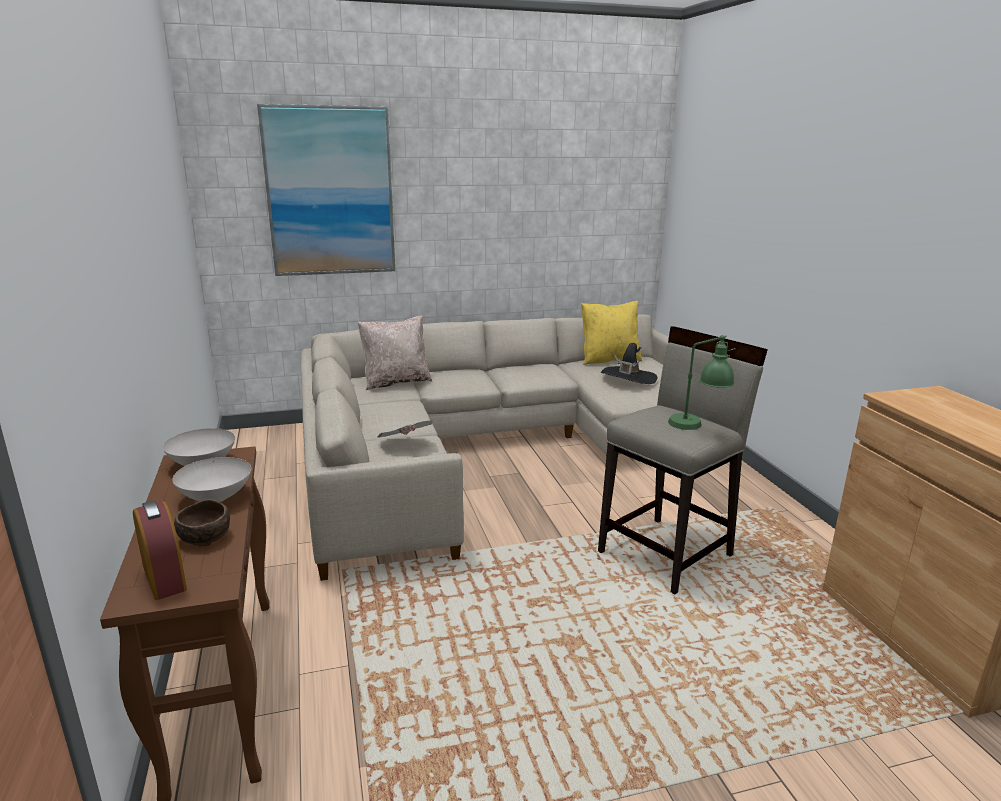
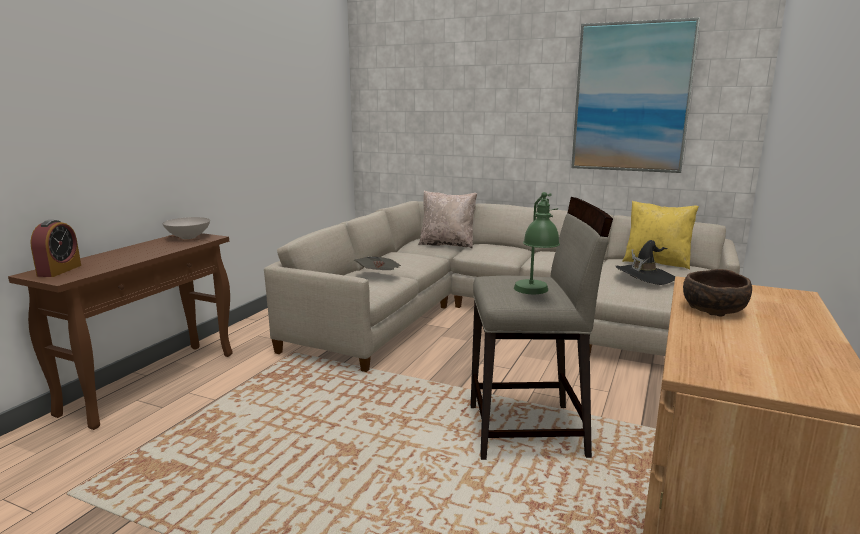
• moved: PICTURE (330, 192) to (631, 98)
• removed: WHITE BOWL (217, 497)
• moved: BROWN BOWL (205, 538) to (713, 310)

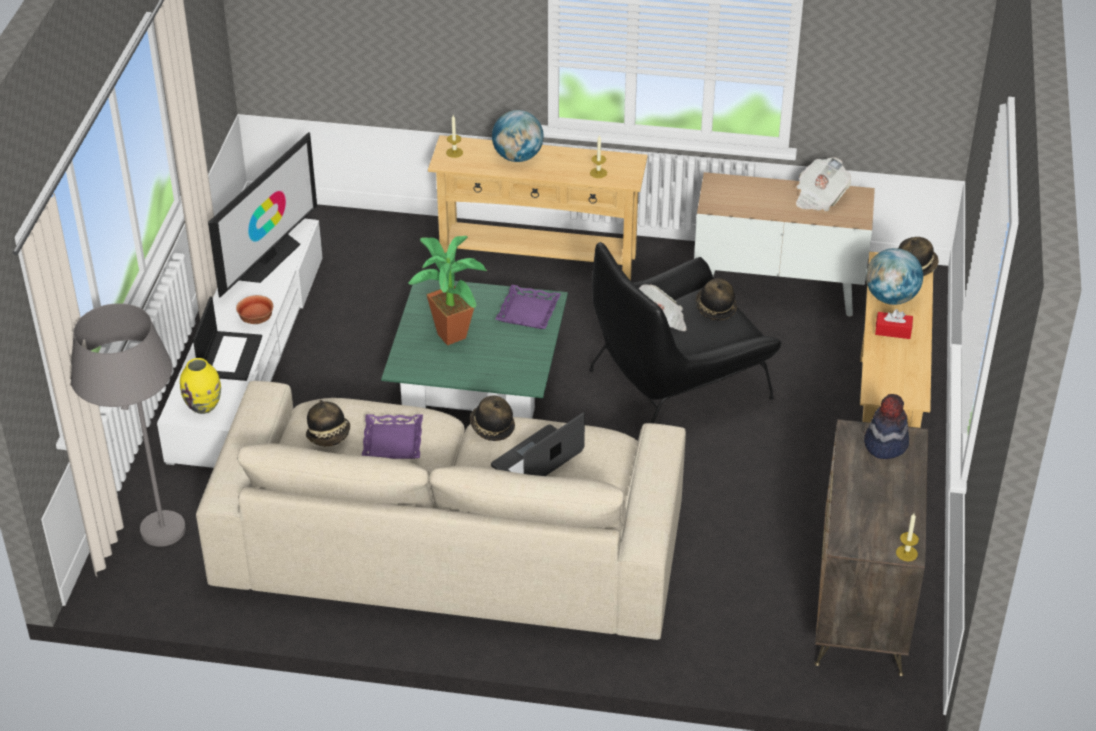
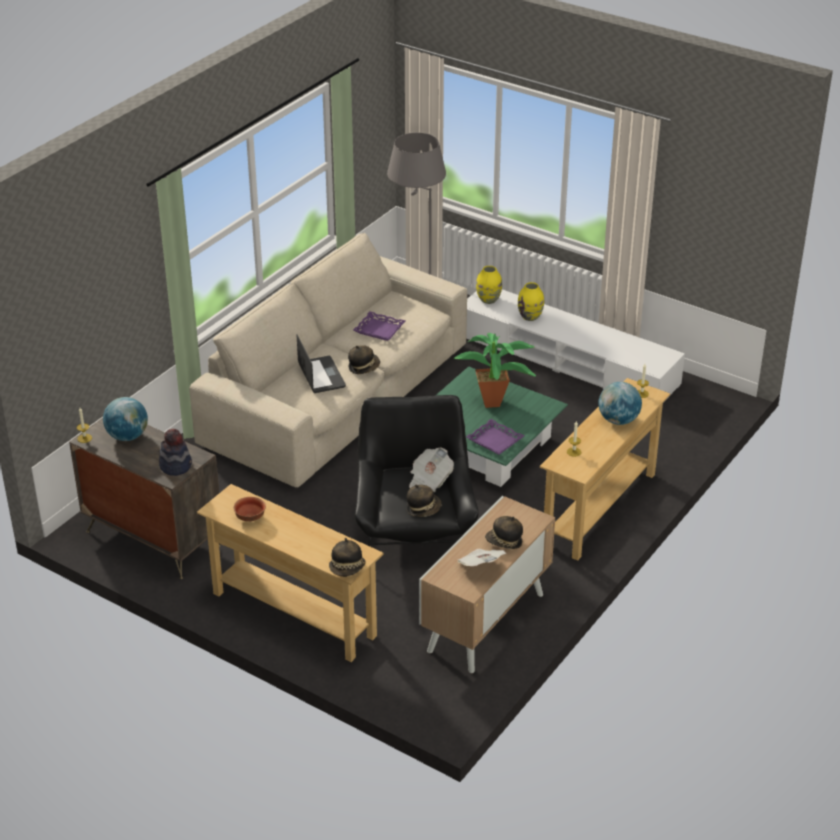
• removed: TELEVISION (268, 258)
• moved: GLOBE (891, 298) to (127, 436)
• moved: BOWL (255, 320) to (250, 517)
• replaced: LAPTOP (230, 356) to YELLOW VASE (530, 317)
• removed: RED TISSUE BOX (893, 331)
• moved: HAT (329, 435) to (504, 542)

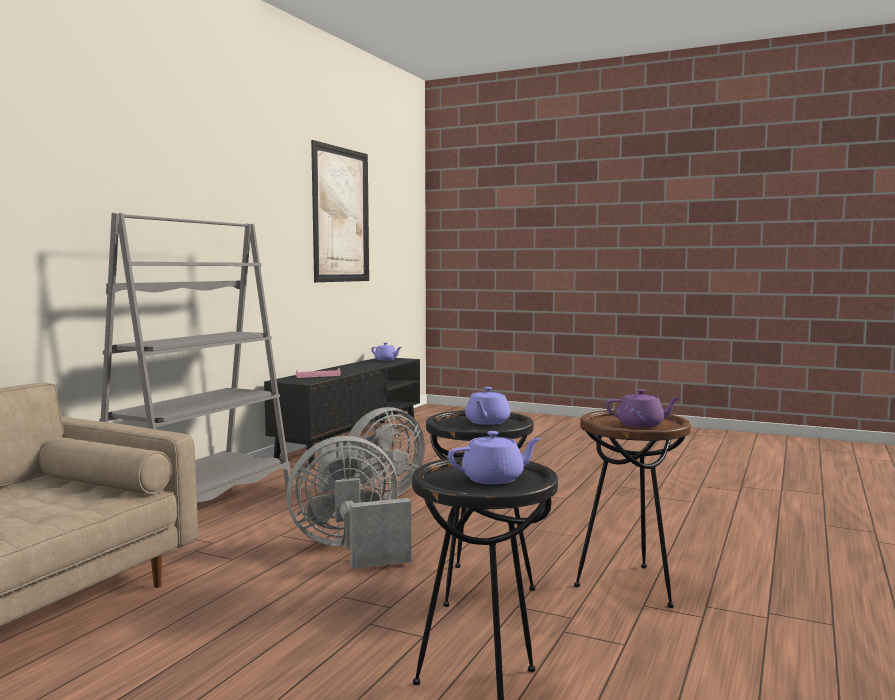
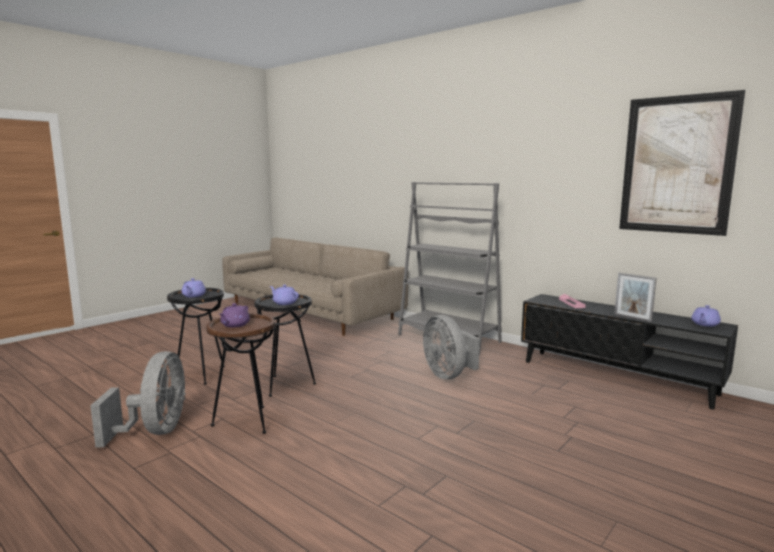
• moved: GREY FAN (351, 549) to (155, 431)
• added: PICTURE FRAME (632, 318)

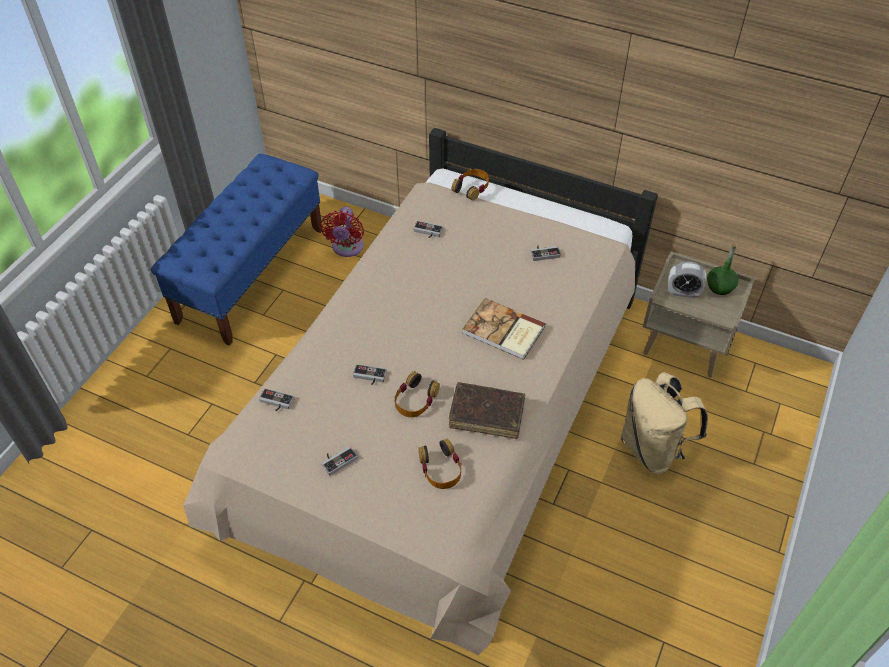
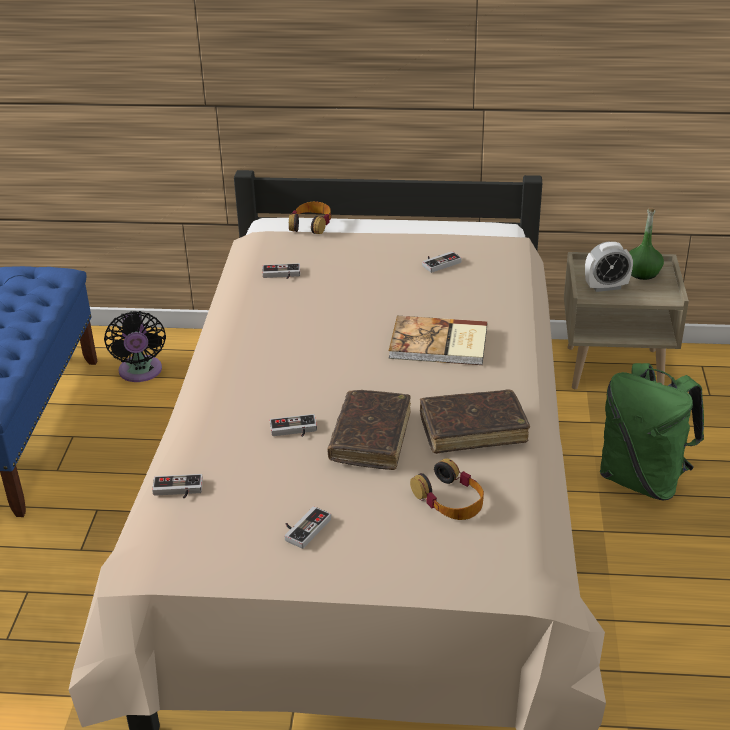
• recoloured: RED FAN (347, 248) to BLACK FAN (140, 372)
• replaced: HEADPHONES (415, 399) to BROWN BOOK (370, 438)
• recoloured: BEIGE BACKPACK (653, 449) to GREEN BACKPACK (643, 479)

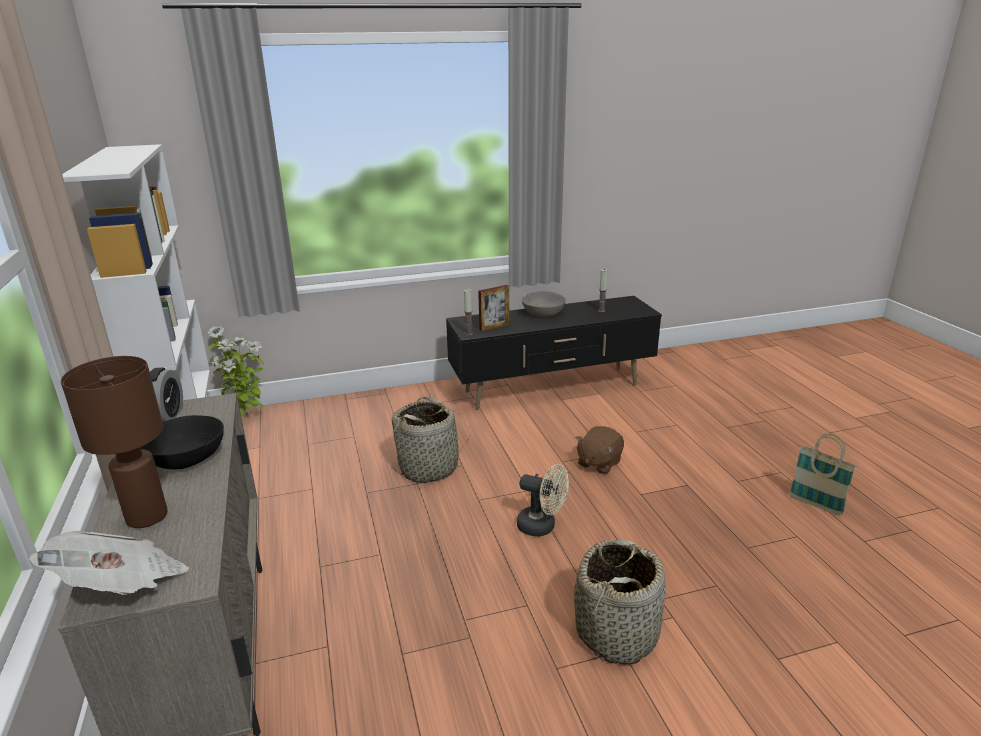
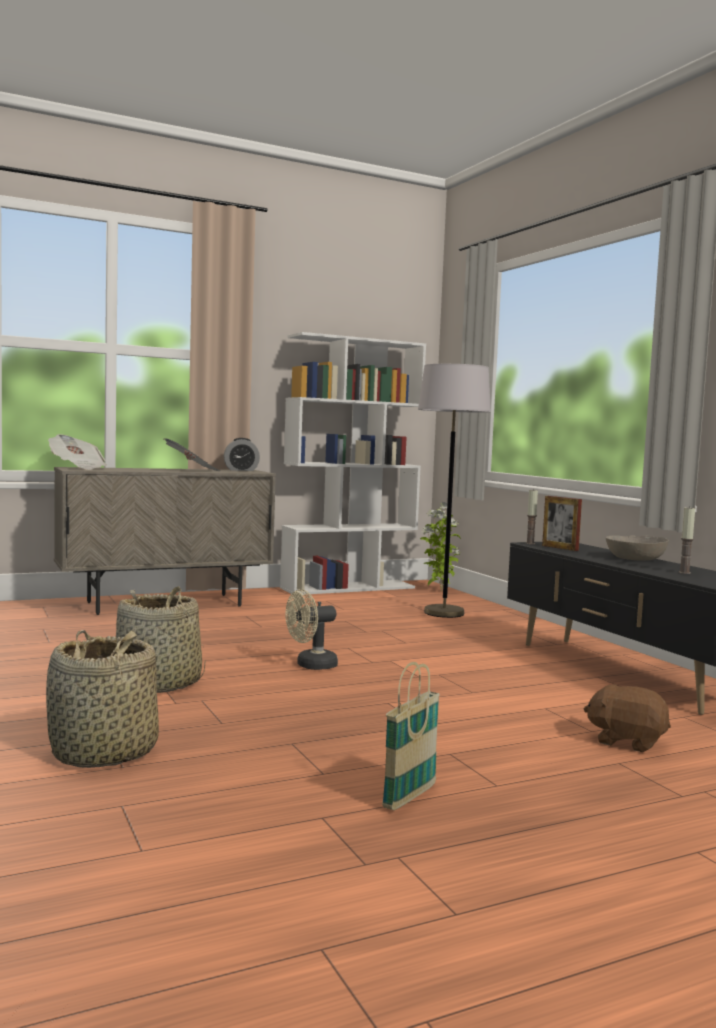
• removed: BROWN TABLE LAMP (148, 517)
• moved: BASKET (429, 468) to (104, 753)
• replaced: BLACK BOWL (186, 456) to NEWSPAPER (192, 470)
• moved: BROWN PLUSH TOY (598, 463) to (626, 741)
• turned: BEIGE FAN (542, 526) = (310, 666) 45 degrees clockwise
• added: GREY FLOOR LAMP (444, 613)

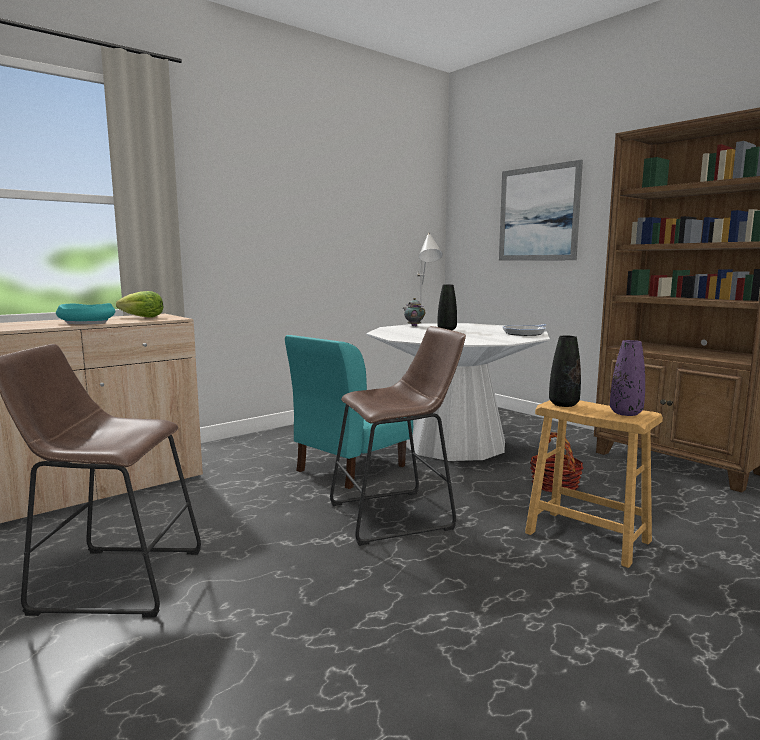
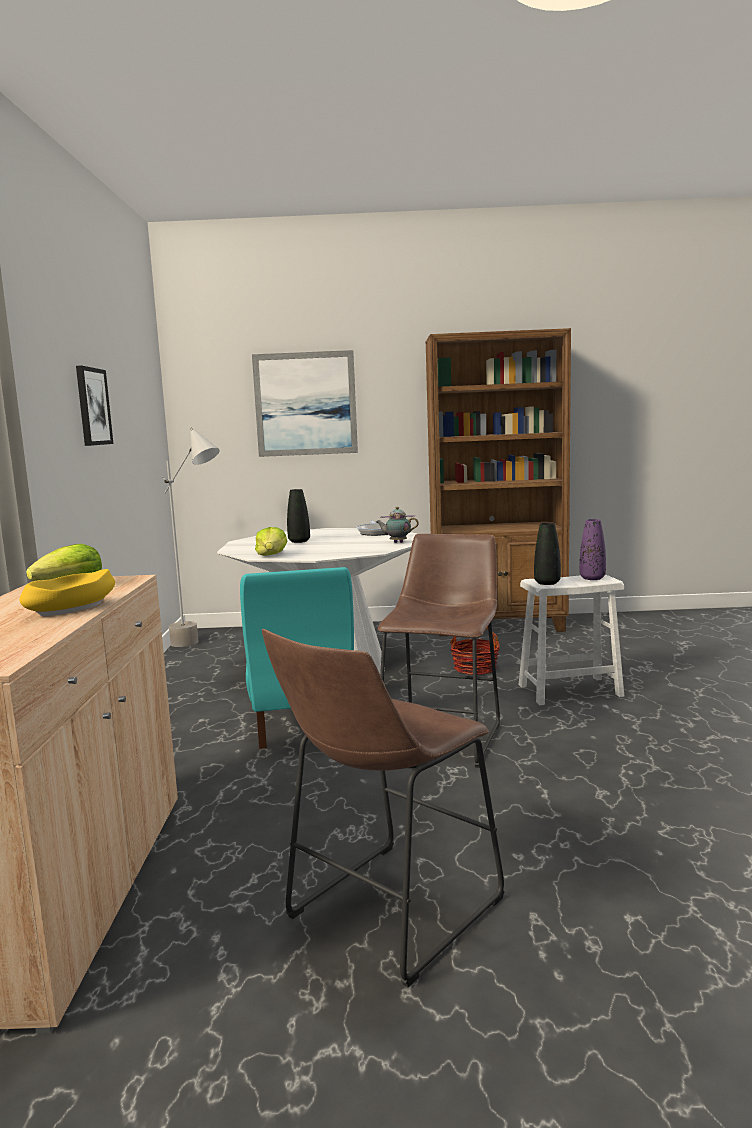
• moved: TEAPOT (413, 326) to (397, 542)
• recoloured: TURQUOISE BOWL (87, 323) to YELLOW BOWL (71, 608)
• recoloured: BROWN STOOL (587, 537) to WHITE STOOL (570, 691)
• added: PICTURE (92, 406)
• added: LETTUCE (271, 555)

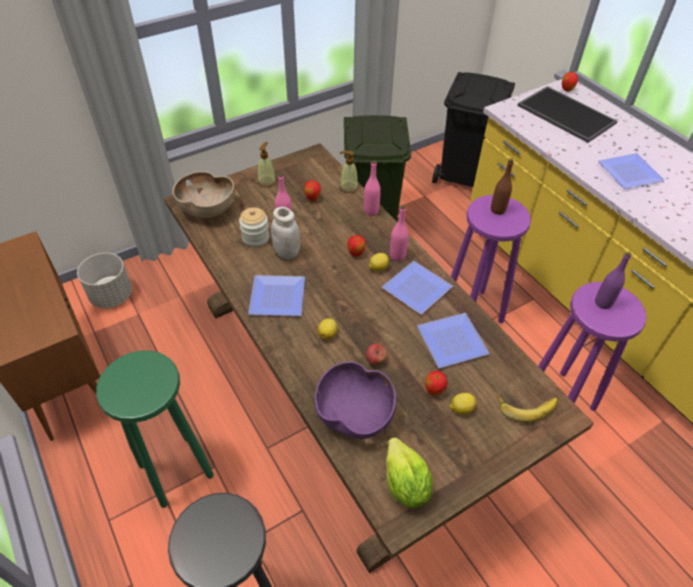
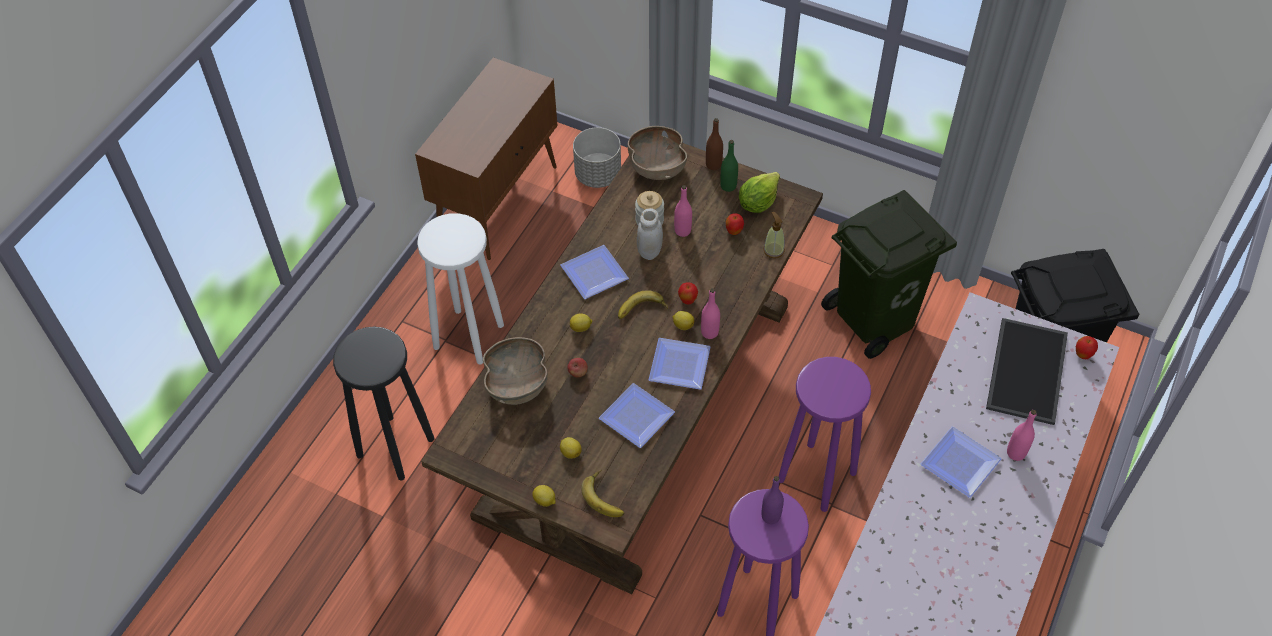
• replaced: SOAP DISPENSER (267, 181) to GREEN BOTTLE (728, 186)
• moved: BROWN BOTTLE (497, 210) to (713, 164)
• moved: PINK BOTTLE (371, 211) to (1016, 453)
• recoloured: GREEN STOOL (175, 469) to WHITE STOOL (469, 335)
• recoloured: PURPLE BOWL (355, 413) to BROWN BOWL (517, 384)
• removed: APPLE (434, 391)
• moved: LETTUCE (405, 484) to (758, 202)
• added: BANANA (642, 311)
• added: LEMON (545, 501)

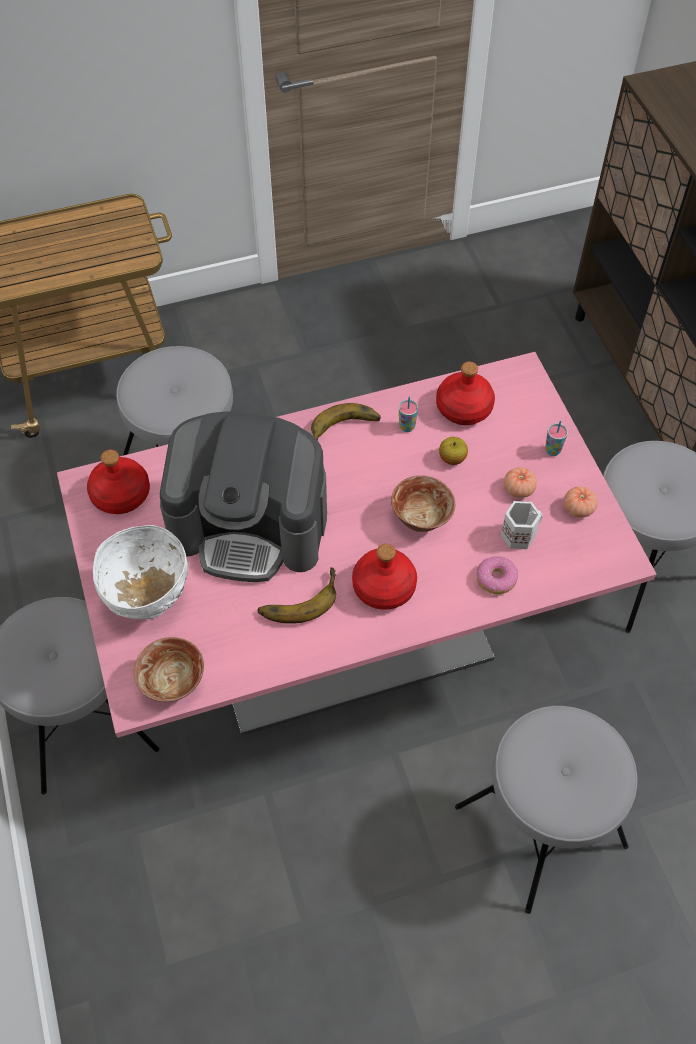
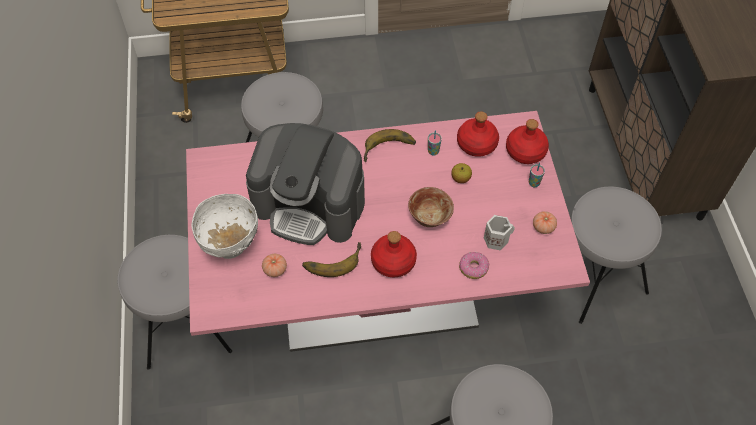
• moved: RED BOTTLE (121, 495) to (525, 152)
• moved: TOMATO (518, 489) to (275, 269)
• removed: BOWL (174, 683)

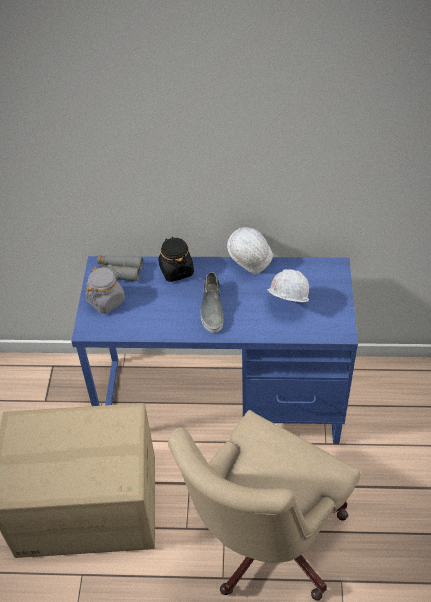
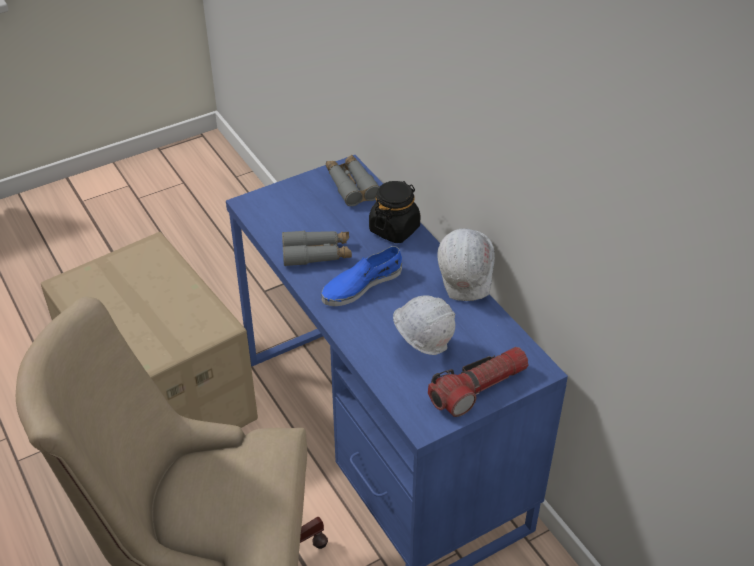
• removed: GREY JAR (106, 301)
• recoloured: GREY SHOE (212, 308) to BLUE SHOE (361, 285)
• added: GREY BINOCULARS (317, 254)
• added: FLASHLIGHT (478, 388)

